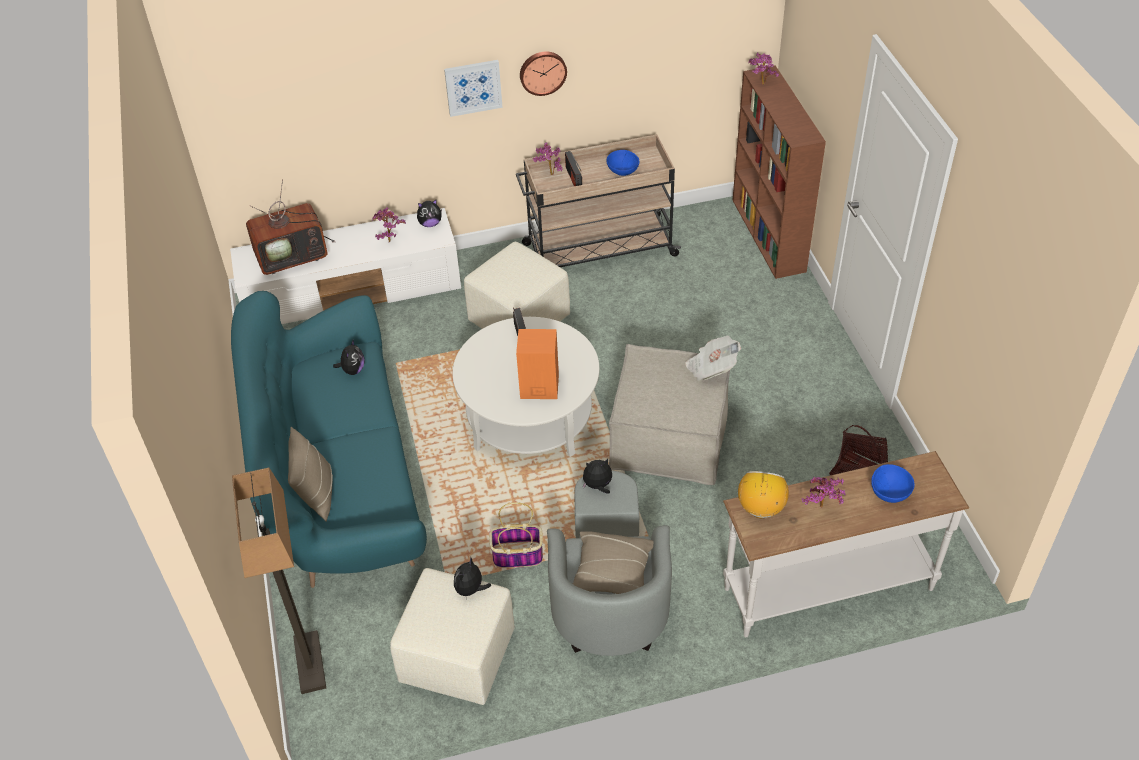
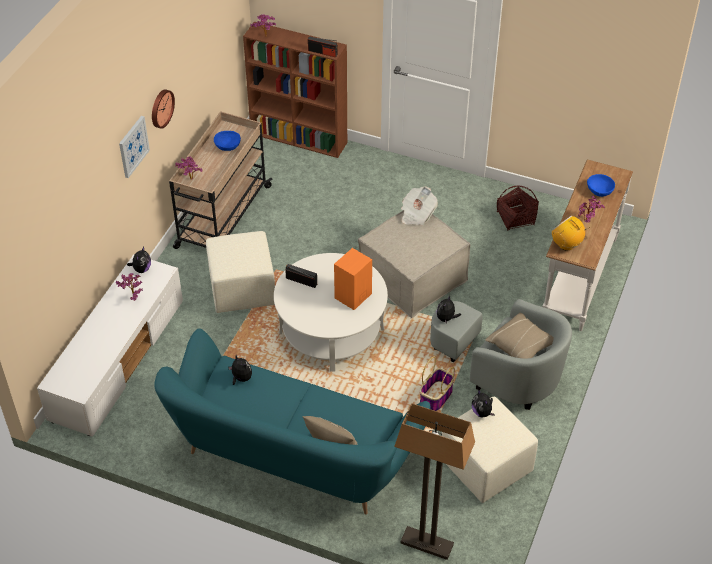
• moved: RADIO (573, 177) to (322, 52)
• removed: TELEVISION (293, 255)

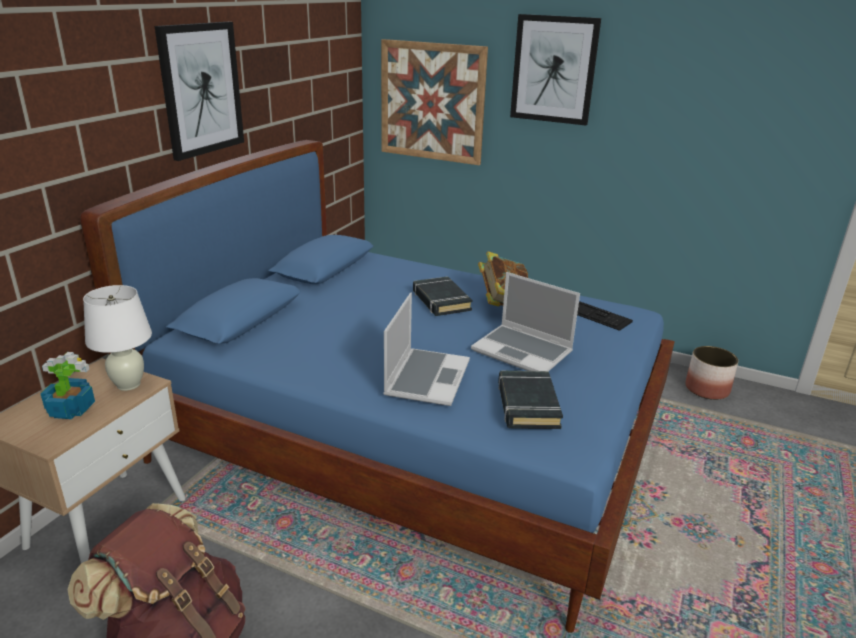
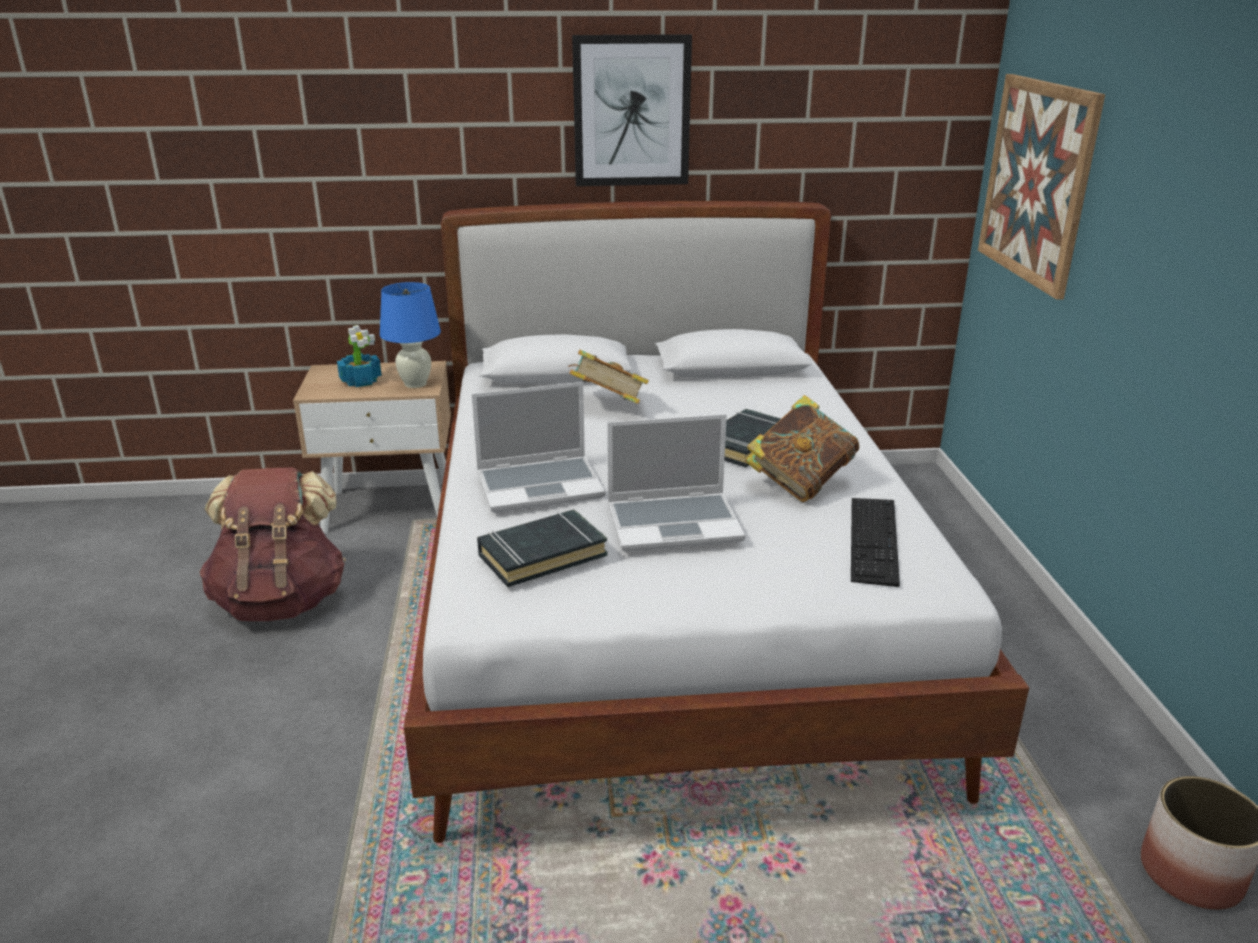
• removed: PICTURE (554, 70)
• recoloured: BLUE BED (413, 439) to WHITE BED (667, 612)
• turned: LAPTOP (523, 351) = (675, 523) 105 degrees counterclockwise
• recoloured: WHITE TABLE LAMP (128, 385) to BLUE TABLE LAMP (415, 384)
• added: BOOK (607, 407)

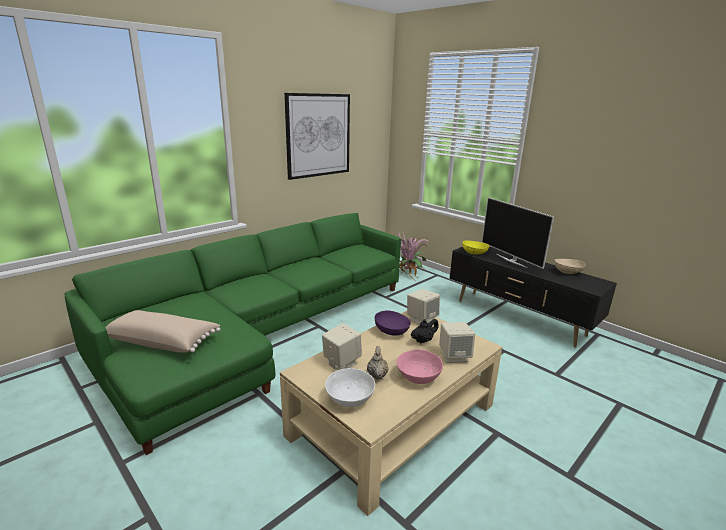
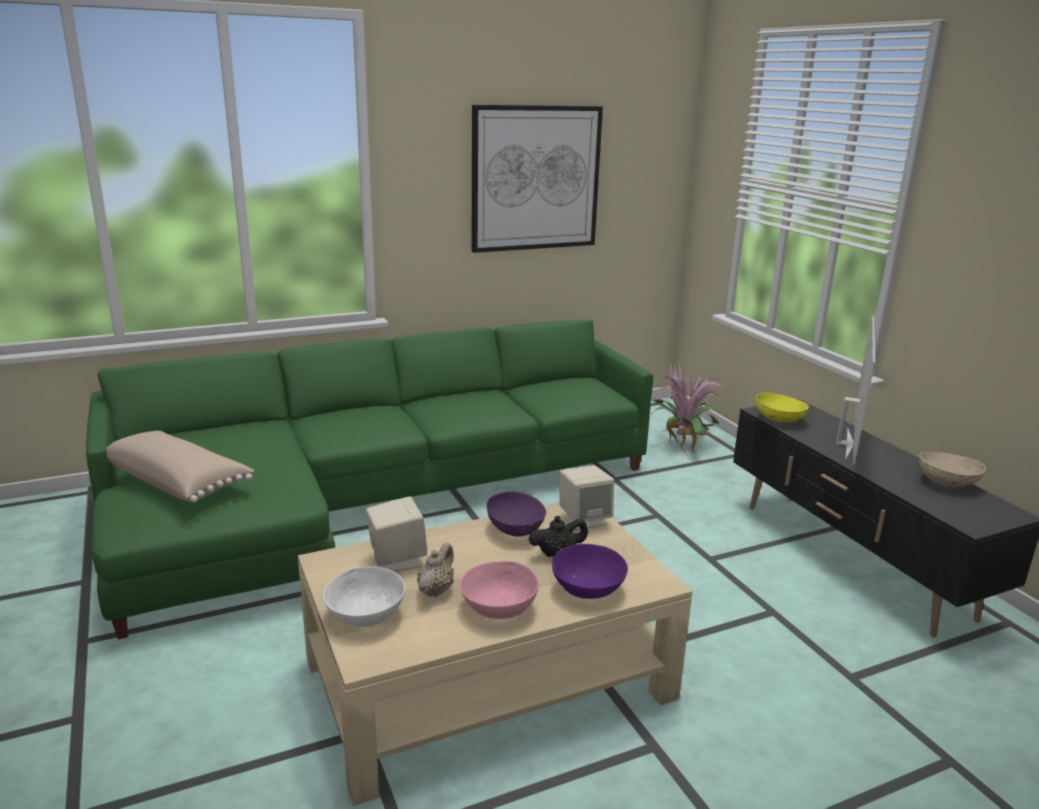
• turned: TELEVISION (511, 260) = (844, 443) 150 degrees counterclockwise
• replaced: BEIGE SPEAKER (454, 356) to PURPLE BOWL (588, 589)

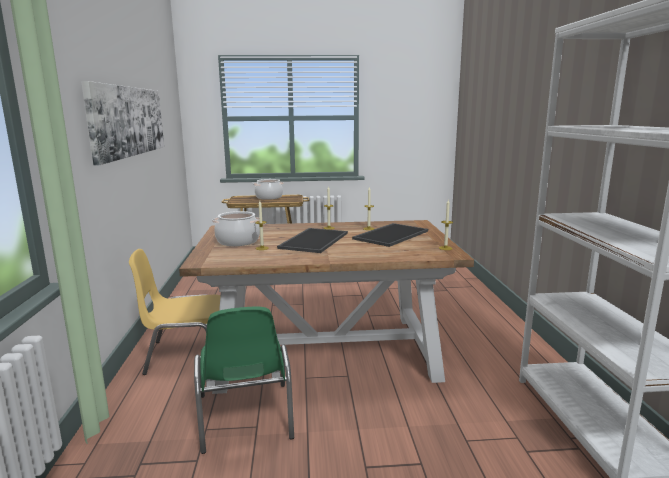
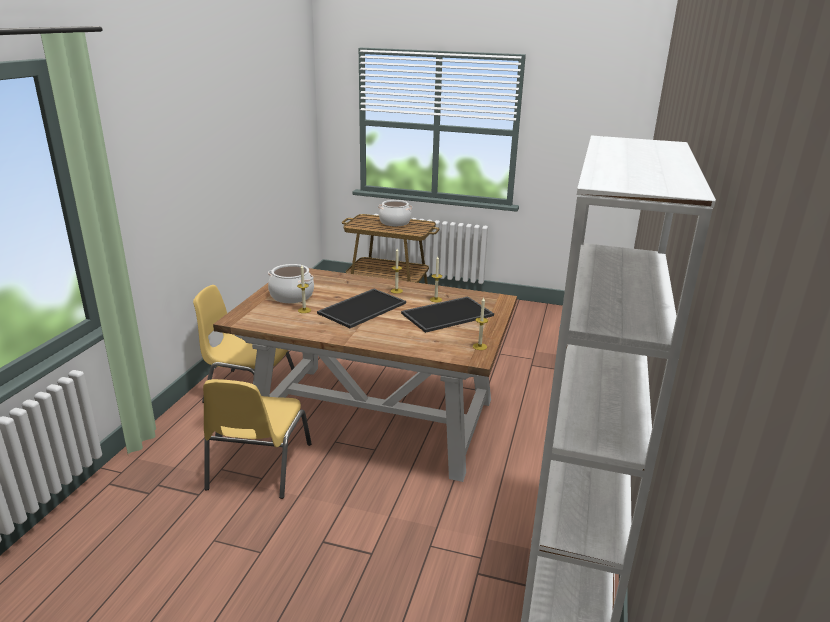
• removed: PICTURE (128, 121)
• recoloured: GREEN CHAIR (245, 417) to YELLOW CHAIR (258, 467)

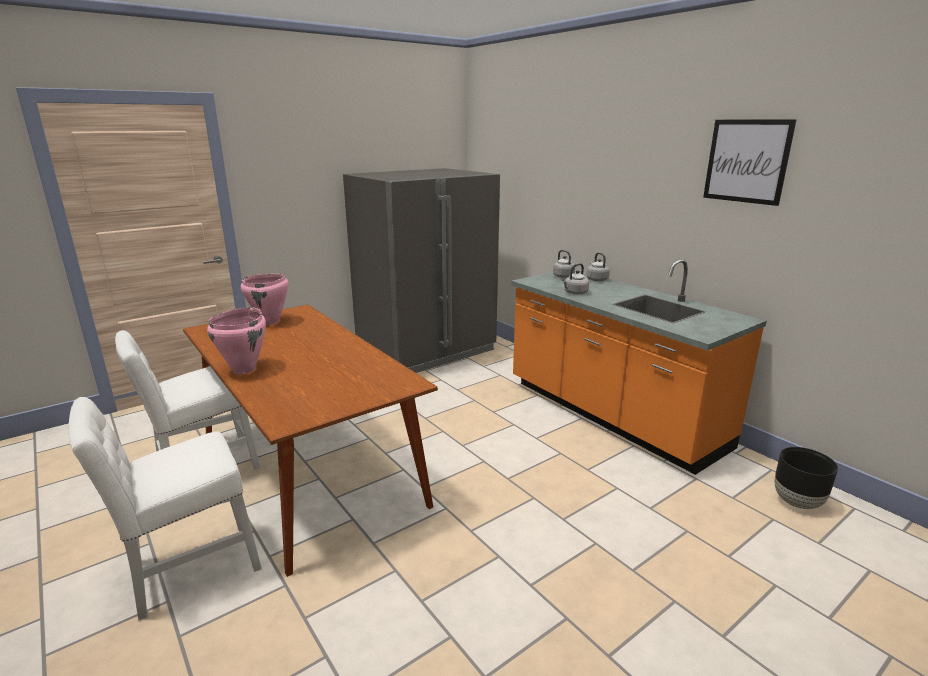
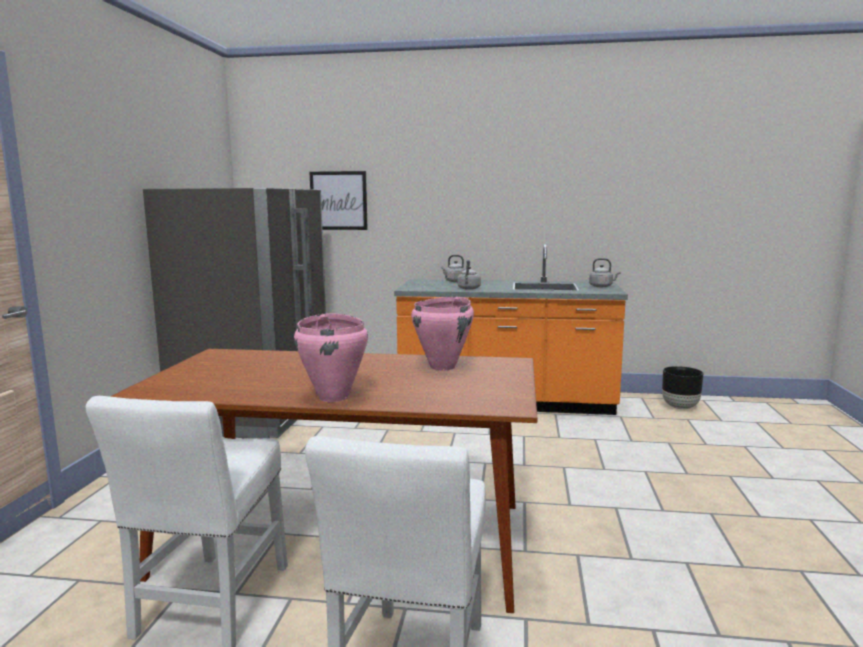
• moved: PICTURE (746, 161) to (338, 200)
• moved: GREY KETTLE (564, 276) to (602, 286)
• moved: PINK COOKING POT (270, 322) to (443, 367)

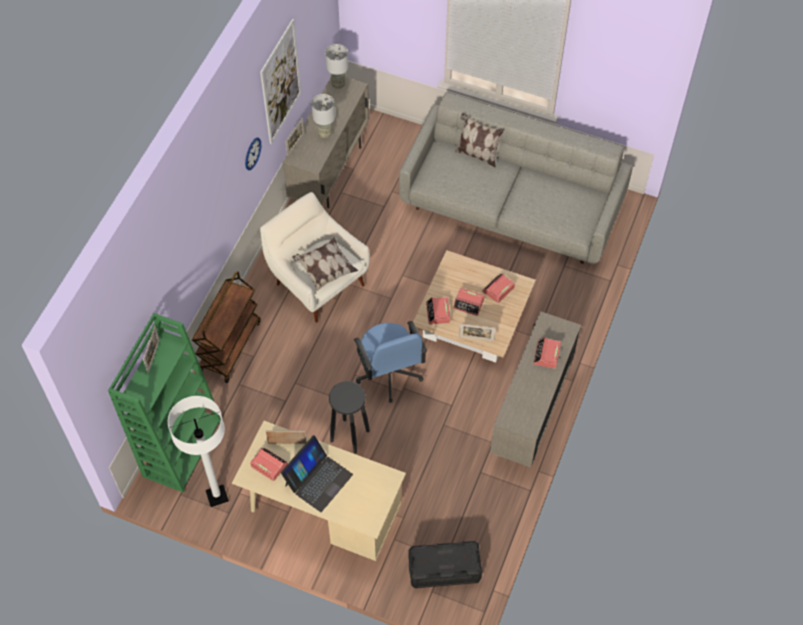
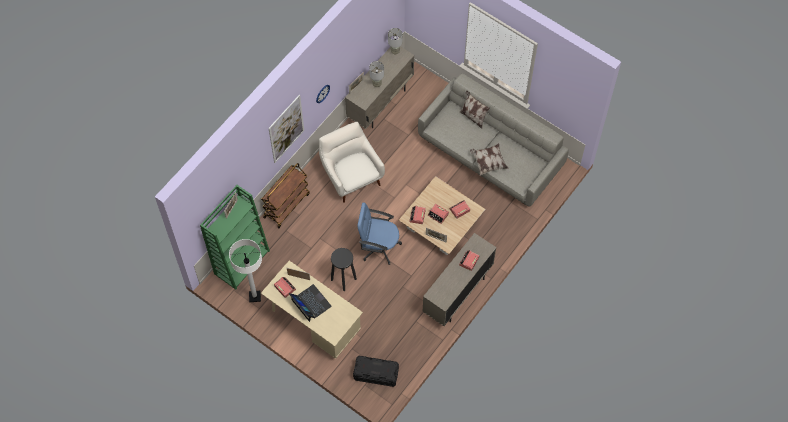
• moved: PICTURE (280, 82) to (286, 129)
• moved: PILLOW (325, 270) to (488, 162)
• turned: BLUE OFFICE CHAIR (389, 373) = (379, 246) 105 degrees clockwise
• turned: LAPTOP (318, 479) = (310, 303) 90 degrees counterclockwise

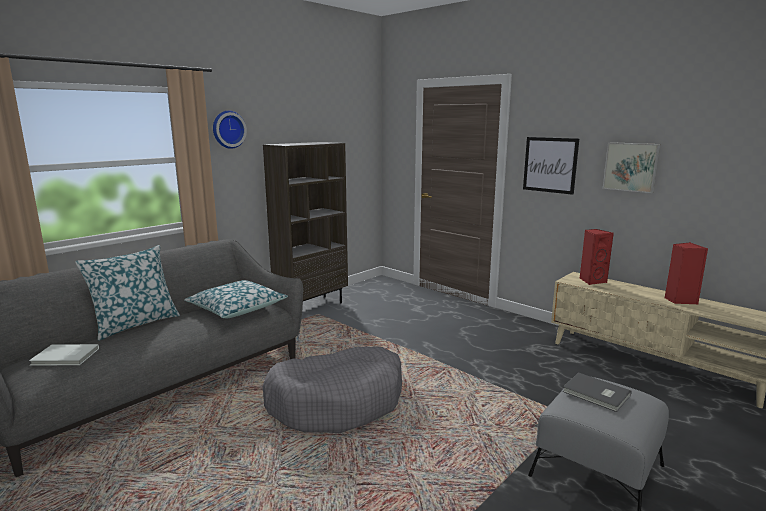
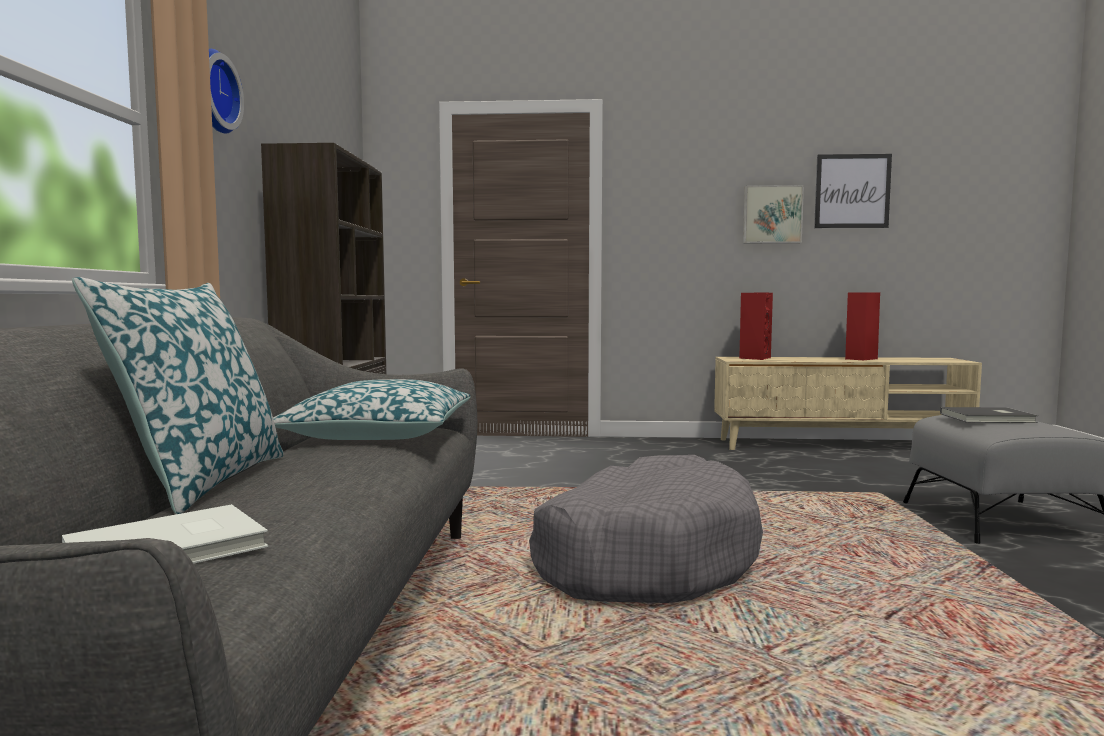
• moved: PICTURE (550, 165) to (852, 191)

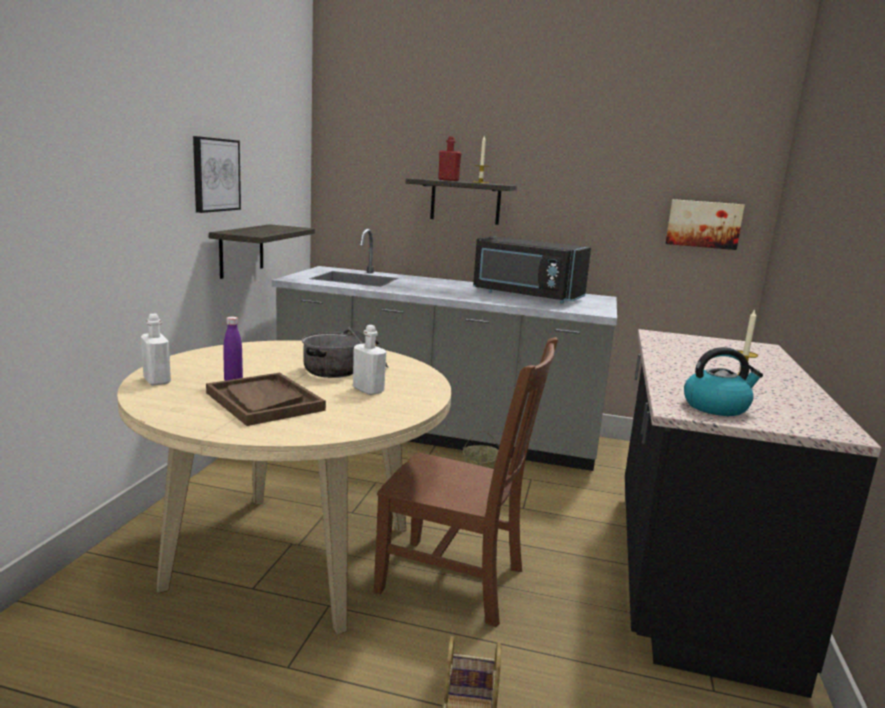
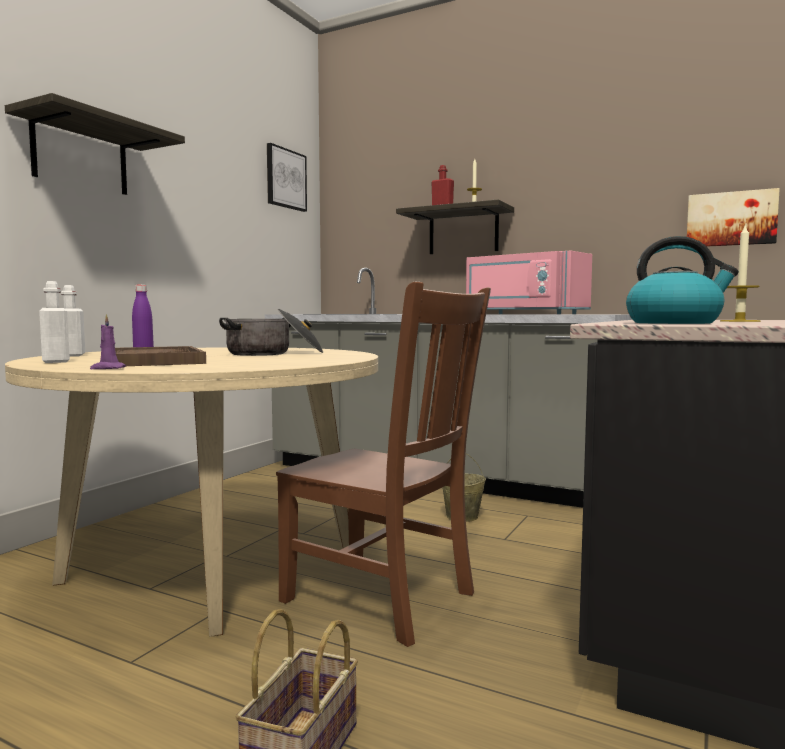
• moved: PICTURE (215, 175) to (285, 179)
• moved: SHELF (241, 250) to (80, 156)
• recoloured: BLACK MICROWAVE (526, 296) to PINK MICROWAVE (522, 314)
• moved: WHITE BOTTLE (368, 390) to (56, 361)
• added: PURPLE CANDLE (107, 368)

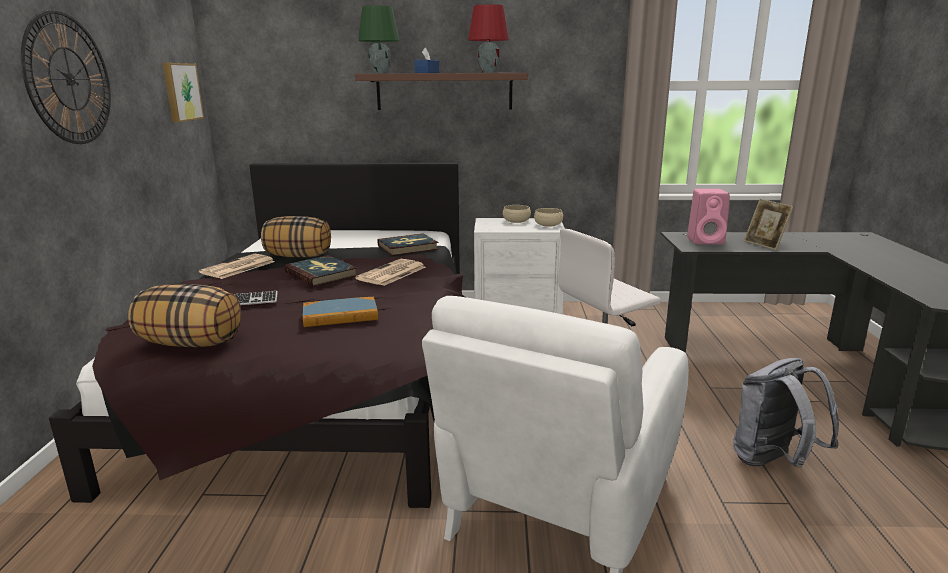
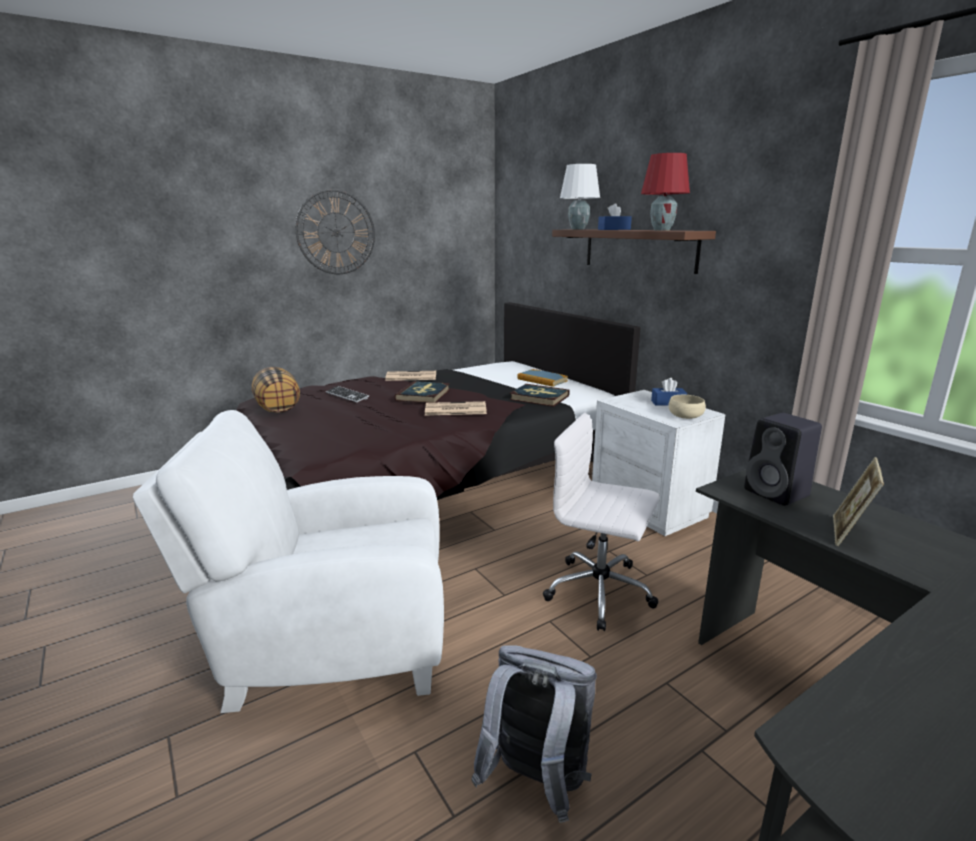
• recoloured: GREEN TABLE LAMP (380, 73) to WHITE TABLE LAMP (578, 229)
• removed: PICTURE (181, 92)
• recoloured: PINK SPEAKER (706, 241) to BLACK SPEAKER (778, 493)
• replaced: BEIGE BOWL (516, 221) to BLUE TISSUE BOX (668, 403)
• removed: PILLOW (299, 256)
• moved: BOOK (340, 315) to (542, 380)

